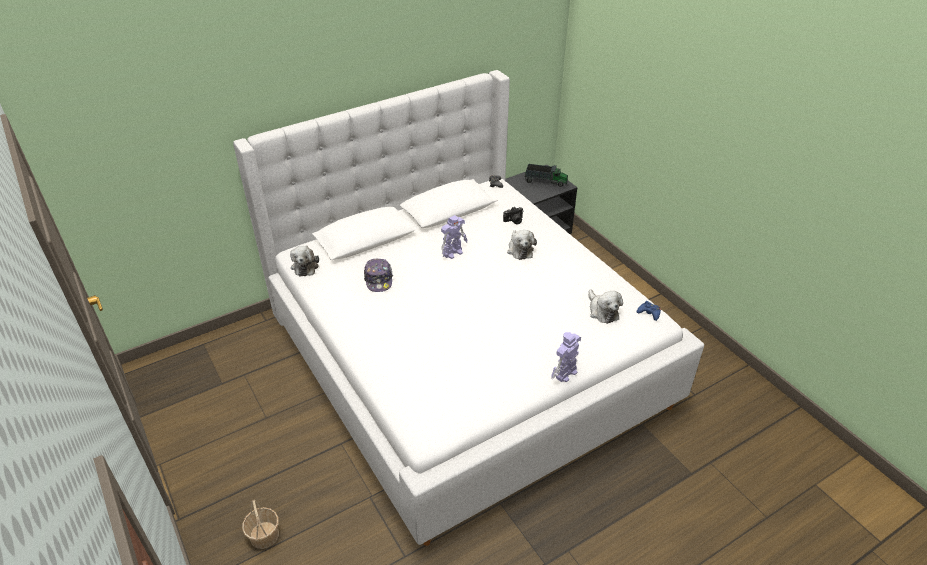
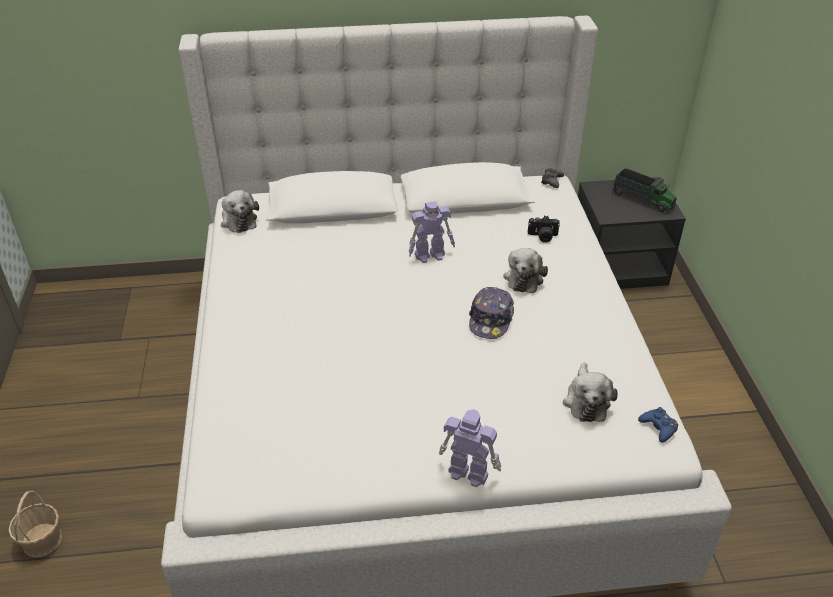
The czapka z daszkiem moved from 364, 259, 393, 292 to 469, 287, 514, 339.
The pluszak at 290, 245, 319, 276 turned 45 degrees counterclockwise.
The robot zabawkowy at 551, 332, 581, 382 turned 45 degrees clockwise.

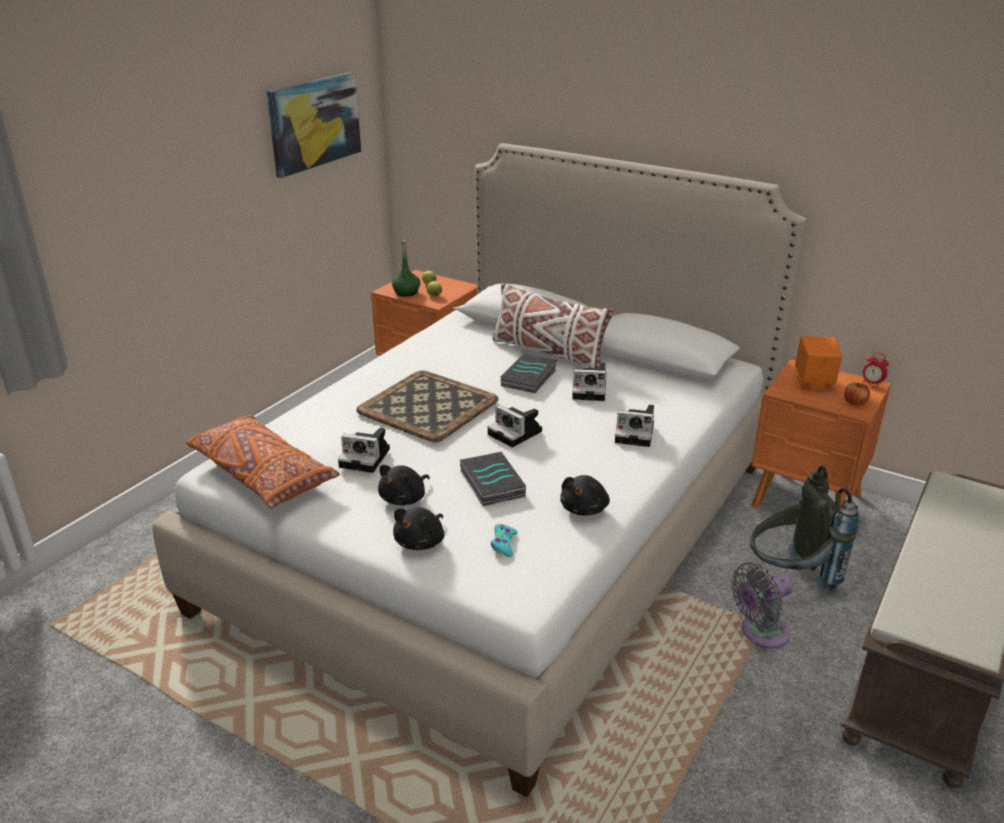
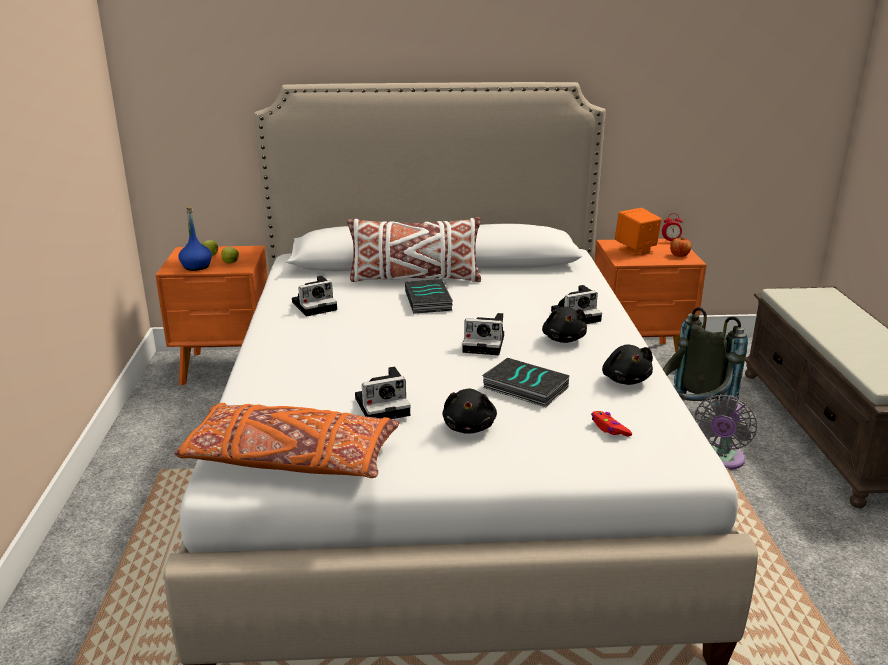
The obraz at 266, 72, 361, 178 disappeared.
The taca at 356, 370, 498, 442 disappeared.
The pluszak [czarny] moved from 393, 507, 444, 550 to 542, 307, 587, 343.
The aparat fotograficzny moved from 572, 363, 606, 401 to 292, 276, 337, 317.
The butelka [zielony] at 392, 240, 420, 297 became the butelka [niebieski] at 179, 207, 212, 271.
The pad do gier [turkusowy] at 491, 524, 518, 557 became the pad do gier [czerwony] at 591, 411, 632, 437.

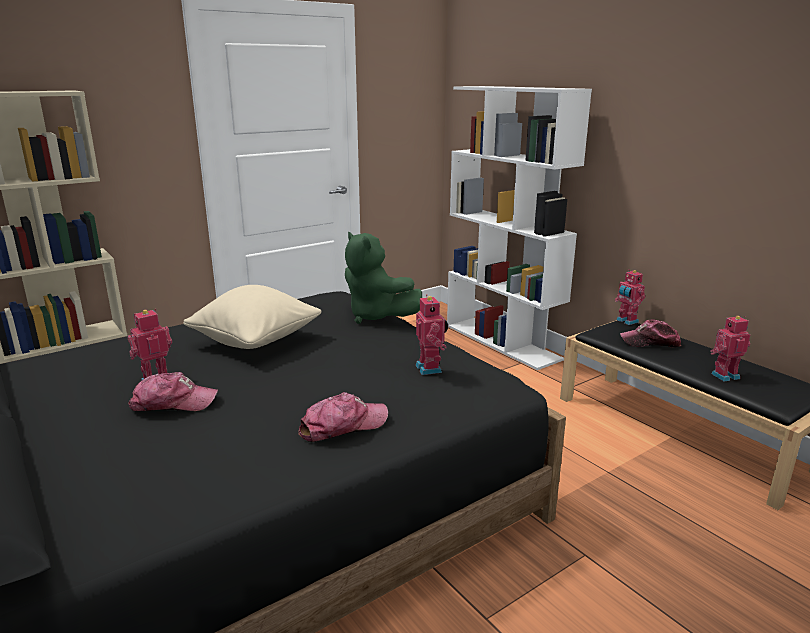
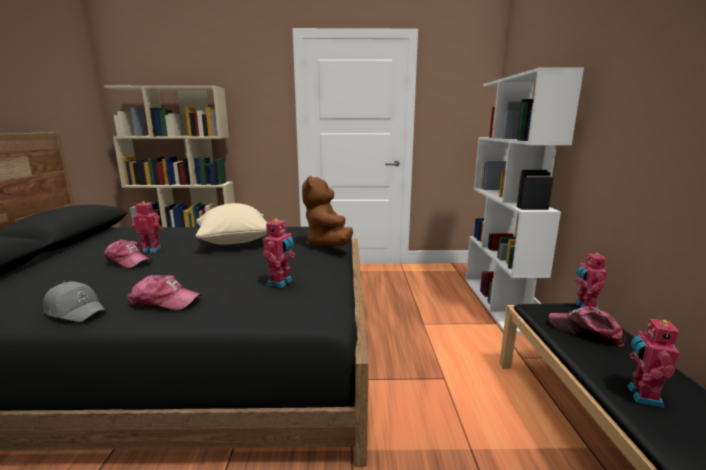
The czapka z daszkiem [szary] at 43, 281, 106, 322 appeared.
The pluszak [zielony] at 345, 232, 422, 324 became the pluszak [brązowy] at 302, 176, 353, 247.
The robot zabawkowy at 710, 316, 750, 382 turned 90 degrees counterclockwise.

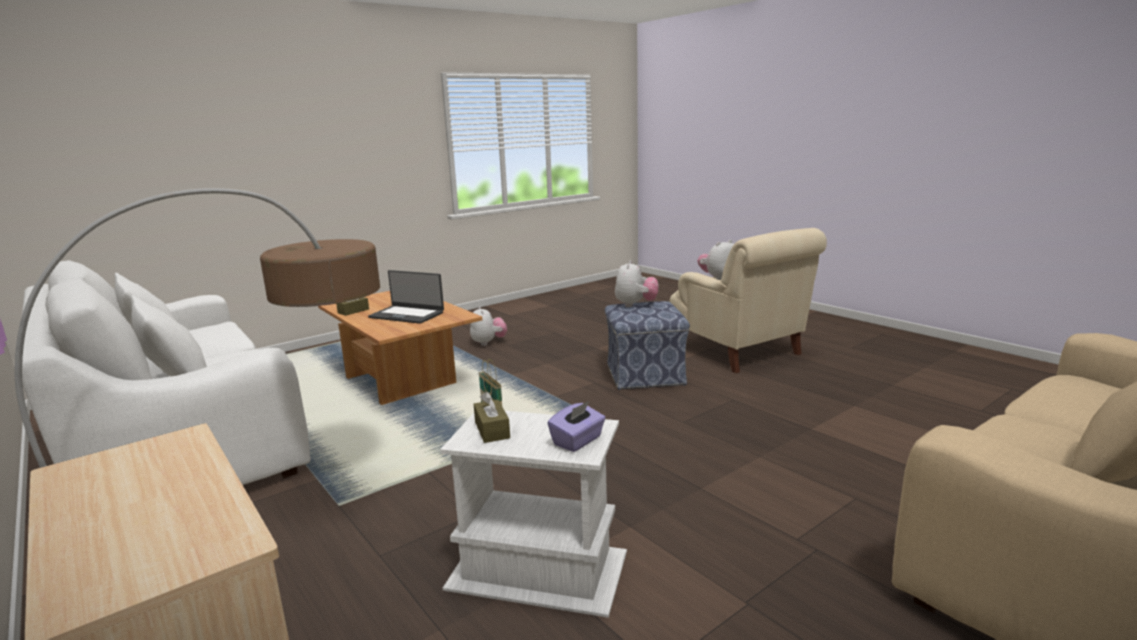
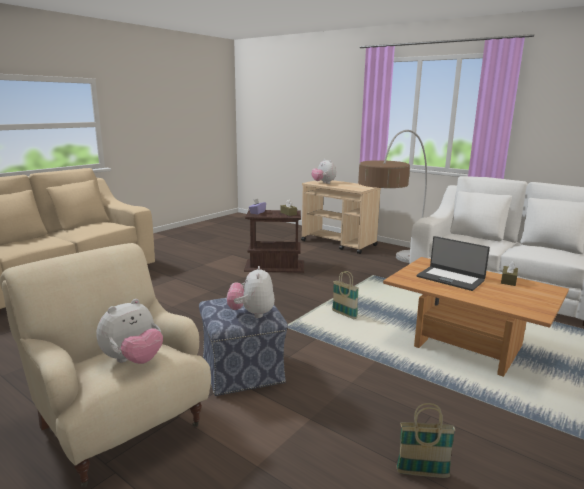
The koszyk at 396, 403, 456, 478 appeared.
The pluszak moved from 470, 306, 507, 346 to 311, 159, 336, 184.
The stolik [biały] at 440, 411, 627, 618 became the stolik [brązowy] at 244, 210, 304, 273.
The laptop at 368, 270, 444, 324 turned 150 degrees counterclockwise.

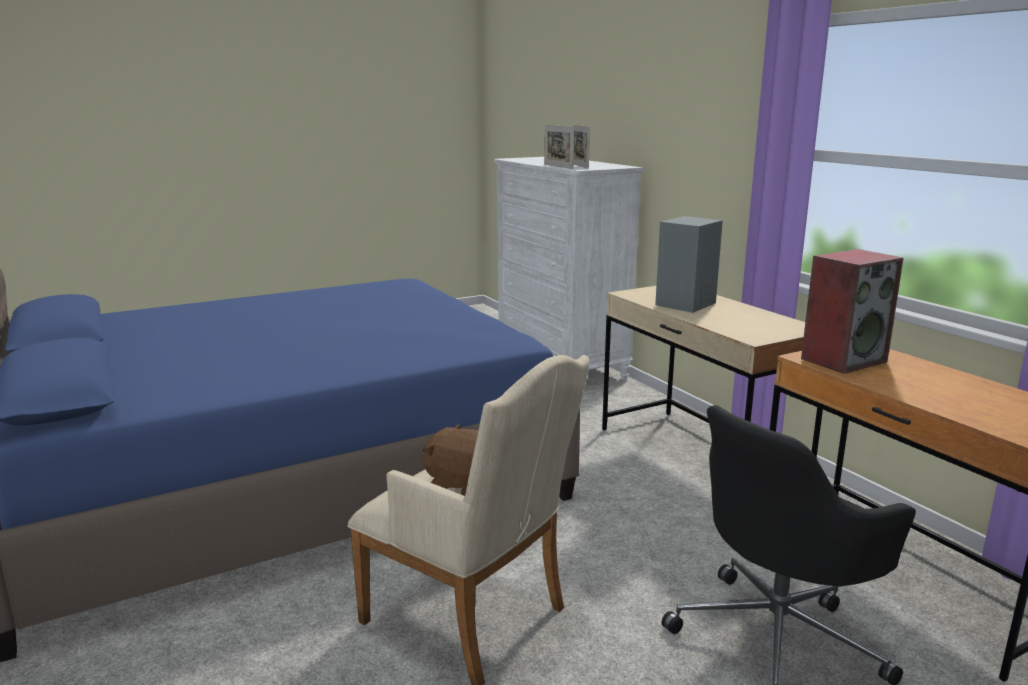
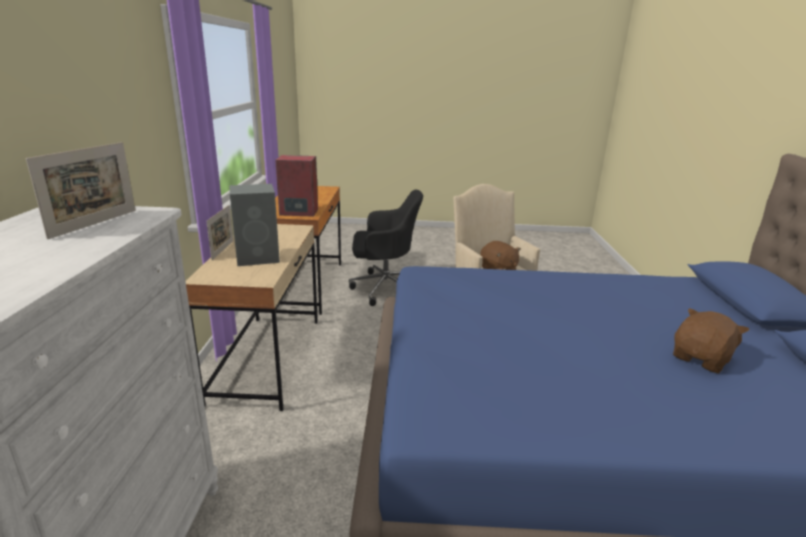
The pluszak [brązowy] at 673, 308, 749, 374 appeared.
The ramka na zdjęcie moved from 544, 125, 574, 169 to 206, 205, 233, 260.

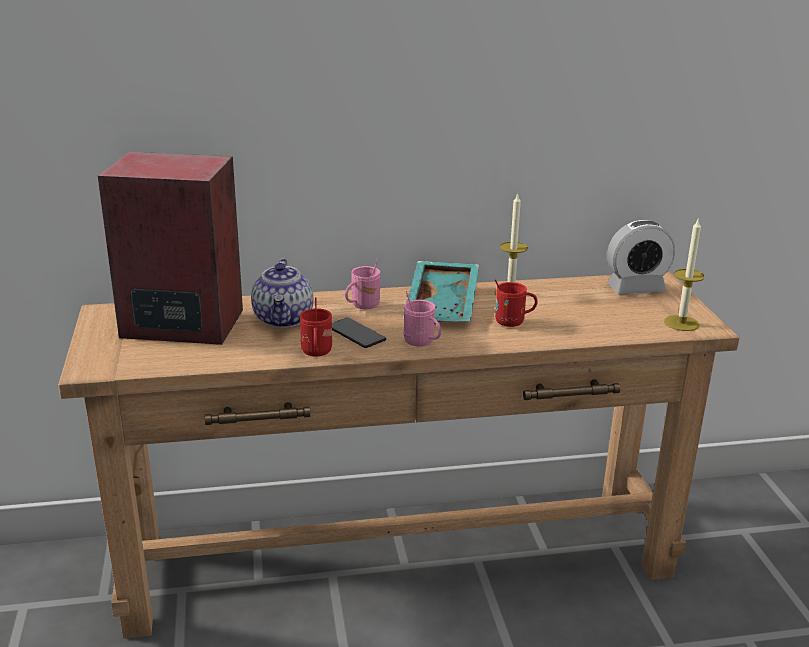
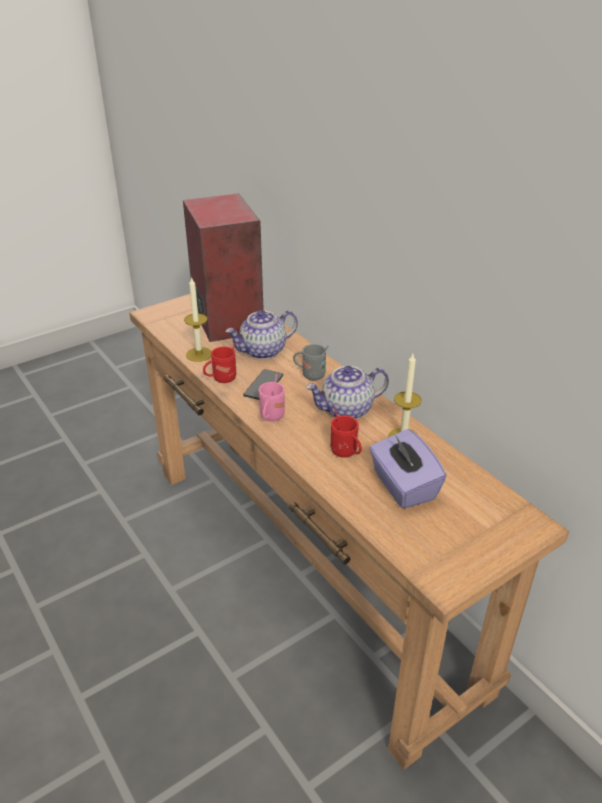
The budzik at 607, 220, 675, 294 disappeared.
The pudełko chusteczek [fioletowy] at 369, 429, 447, 509 appeared.
The świeca moved from 664, 218, 705, 331 to 184, 276, 212, 362.
The taca [turkusowy] at 403, 261, 479, 324 was replaced by the imbryk at 306, 366, 389, 419.
The kubek [różowy] at 345, 258, 380, 309 became the kubek [szary] at 293, 344, 328, 380.

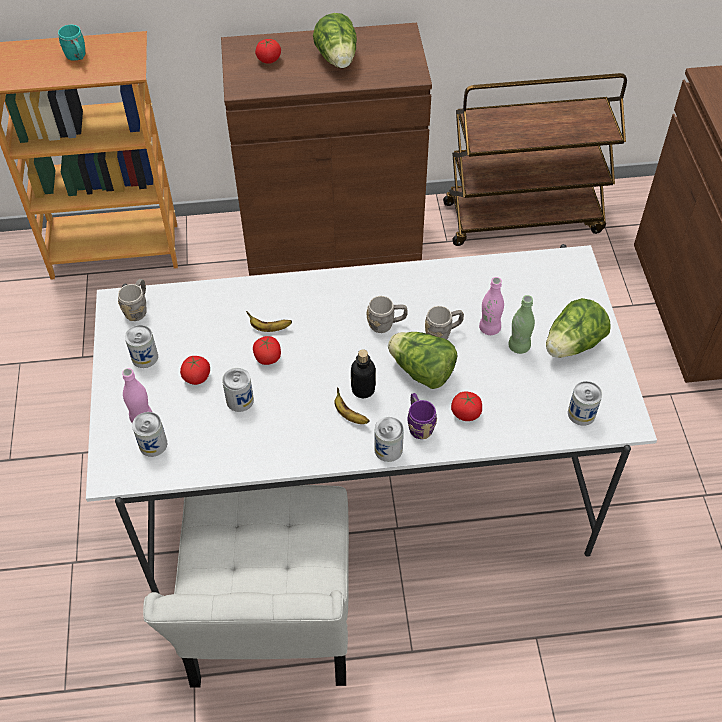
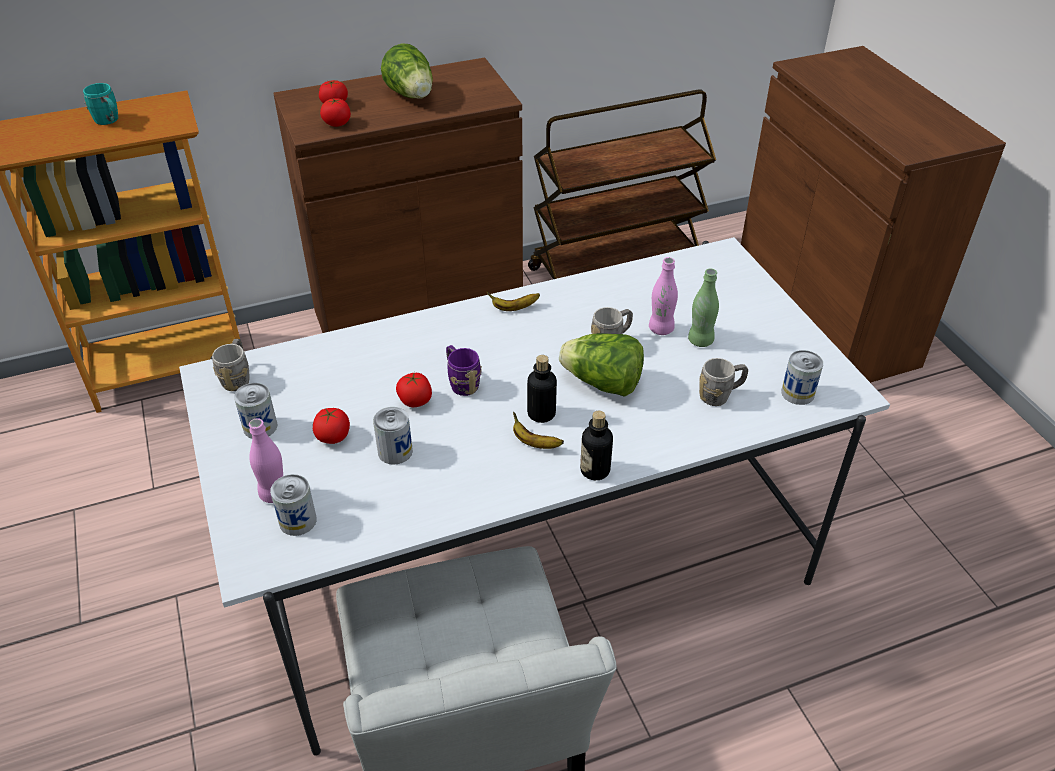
The sałata at 546, 298, 611, 358 disappeared.
The banan moved from 246, 311, 292, 332 to 487, 292, 540, 311.
The kubek [szary] moved from 367, 296, 408, 333 to 699, 358, 748, 406.
The kubek [fioletowy] moved from 408, 393, 437, 439 to 446, 345, 482, 396.
The pomidor moved from 451, 392, 482, 421 to 320, 98, 351, 127.
The puszka at 374, 417, 404, 462 was replaced by the butelka at 580, 411, 613, 480.

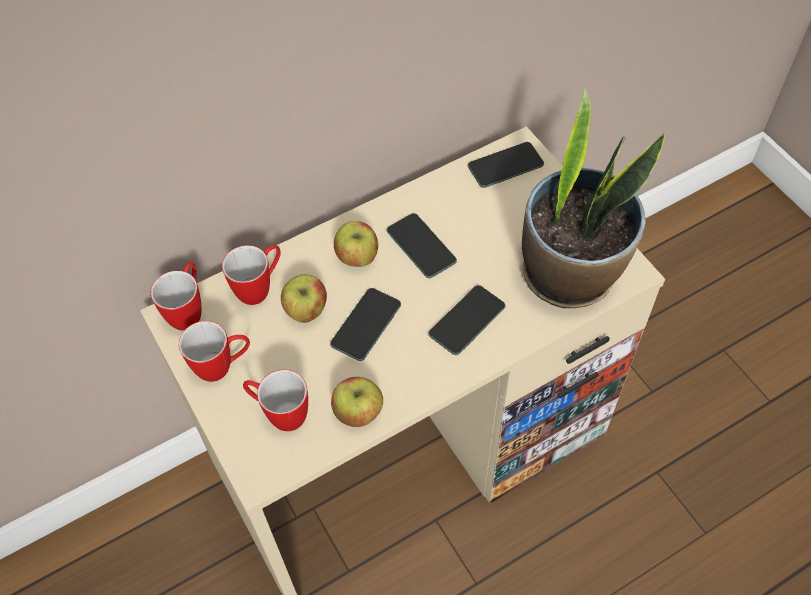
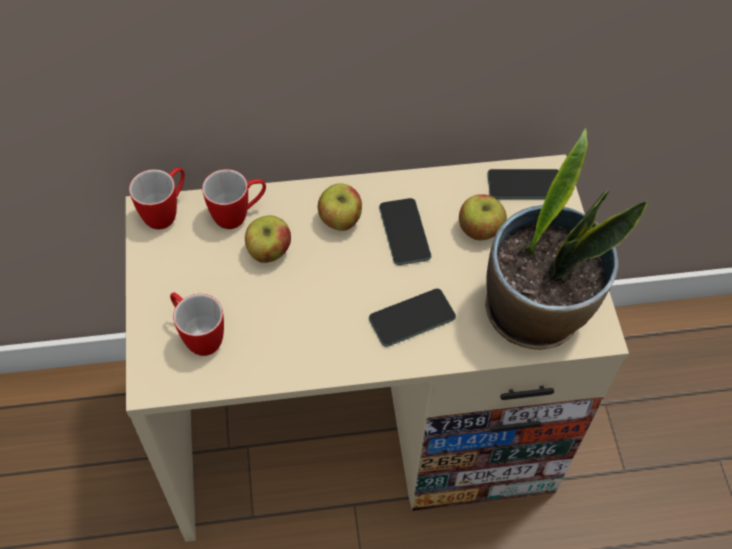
The kubek at 179, 321, 250, 382 disappeared.
The telefon at 330, 288, 401, 361 disappeared.
The jabłko moved from 331, 377, 383, 427 to 459, 194, 507, 240.

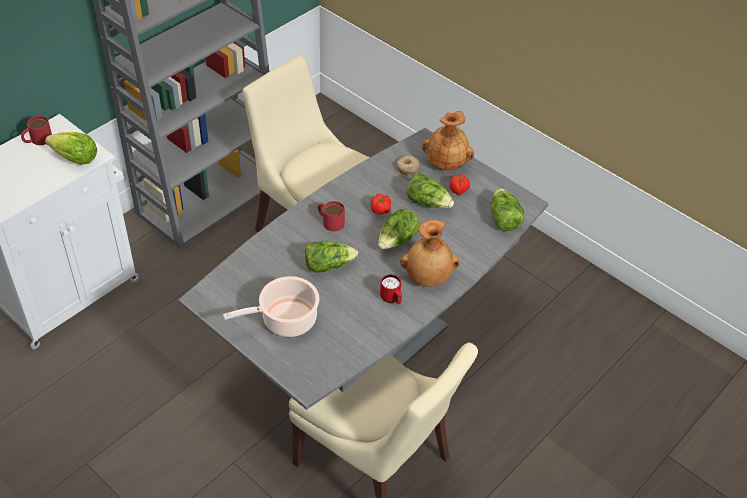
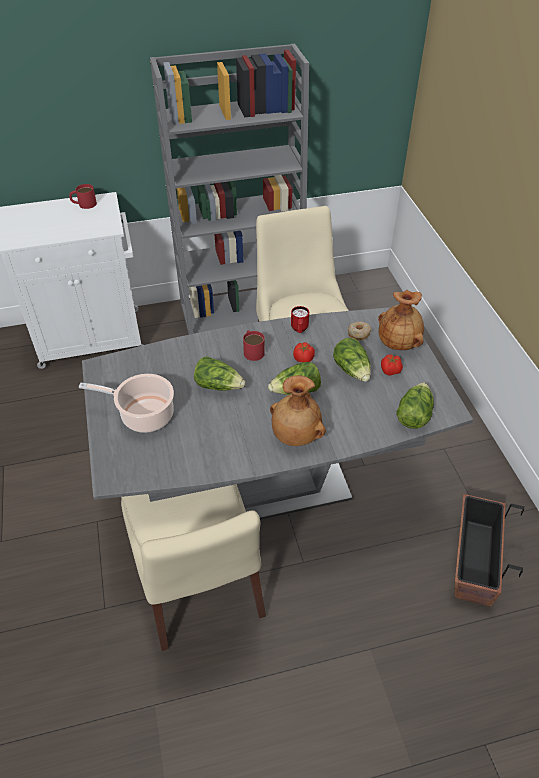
The sałata at 45, 132, 97, 165 disappeared.
The donica at 455, 494, 524, 607 appeared.
The kubek [czerwony] moved from 380, 274, 402, 304 to 291, 306, 309, 333.

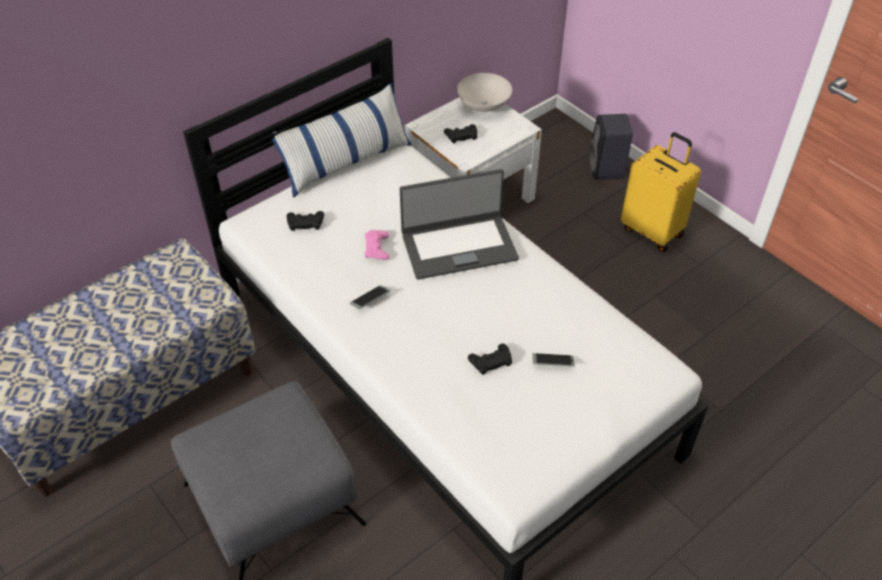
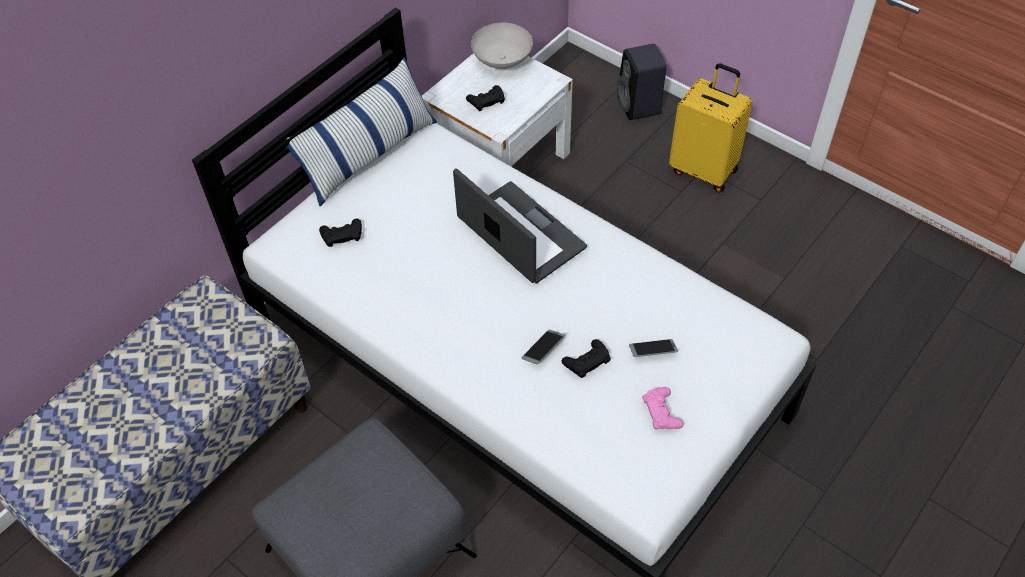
The telefon moved from 349, 285, 391, 309 to 522, 330, 565, 365.
The pad do gier [różowy] moved from 365, 230, 390, 260 to 642, 387, 684, 429.
The laptop at 400, 169, 519, 280 turned 105 degrees counterclockwise.

